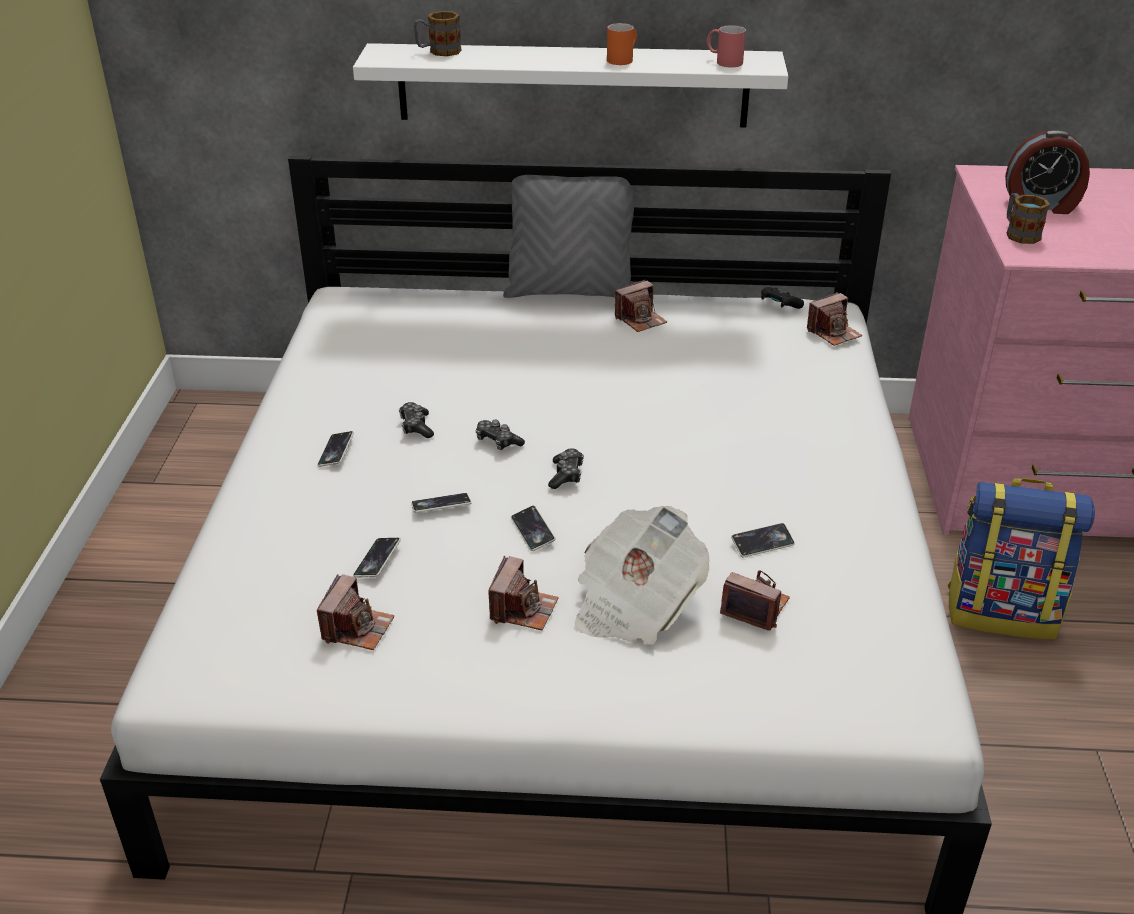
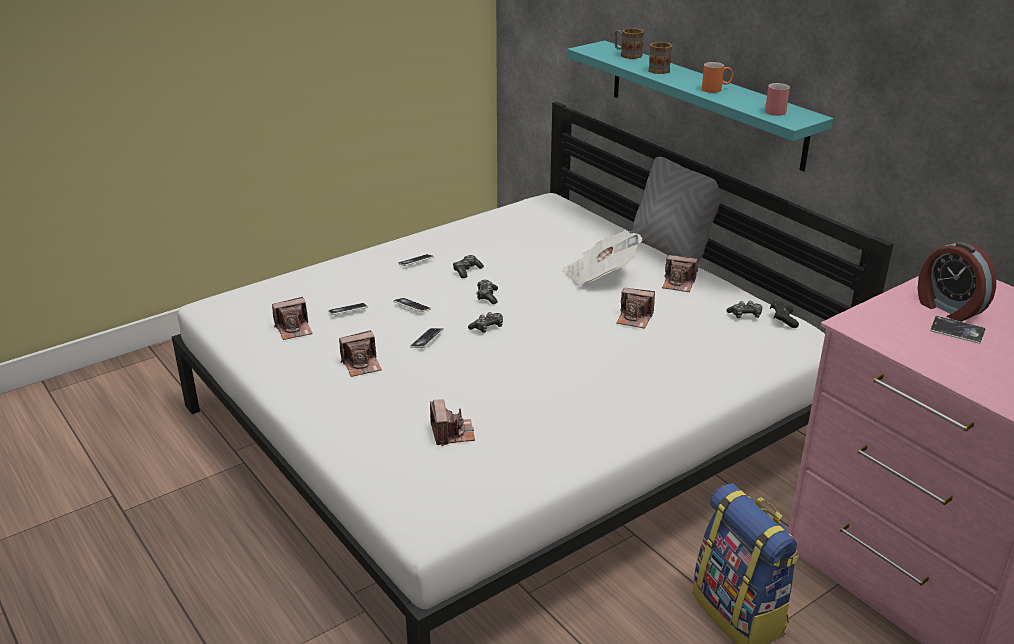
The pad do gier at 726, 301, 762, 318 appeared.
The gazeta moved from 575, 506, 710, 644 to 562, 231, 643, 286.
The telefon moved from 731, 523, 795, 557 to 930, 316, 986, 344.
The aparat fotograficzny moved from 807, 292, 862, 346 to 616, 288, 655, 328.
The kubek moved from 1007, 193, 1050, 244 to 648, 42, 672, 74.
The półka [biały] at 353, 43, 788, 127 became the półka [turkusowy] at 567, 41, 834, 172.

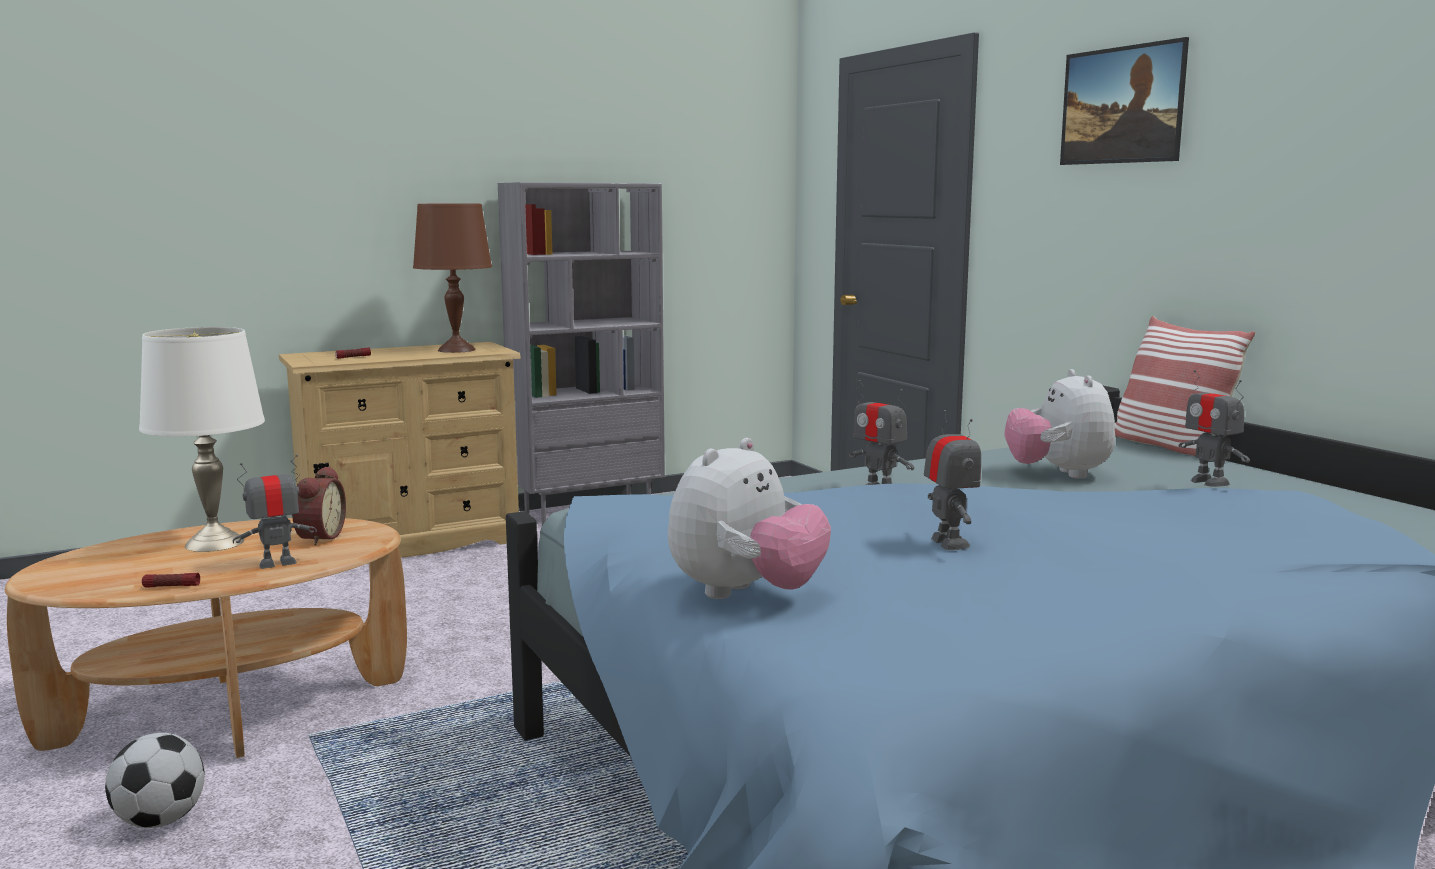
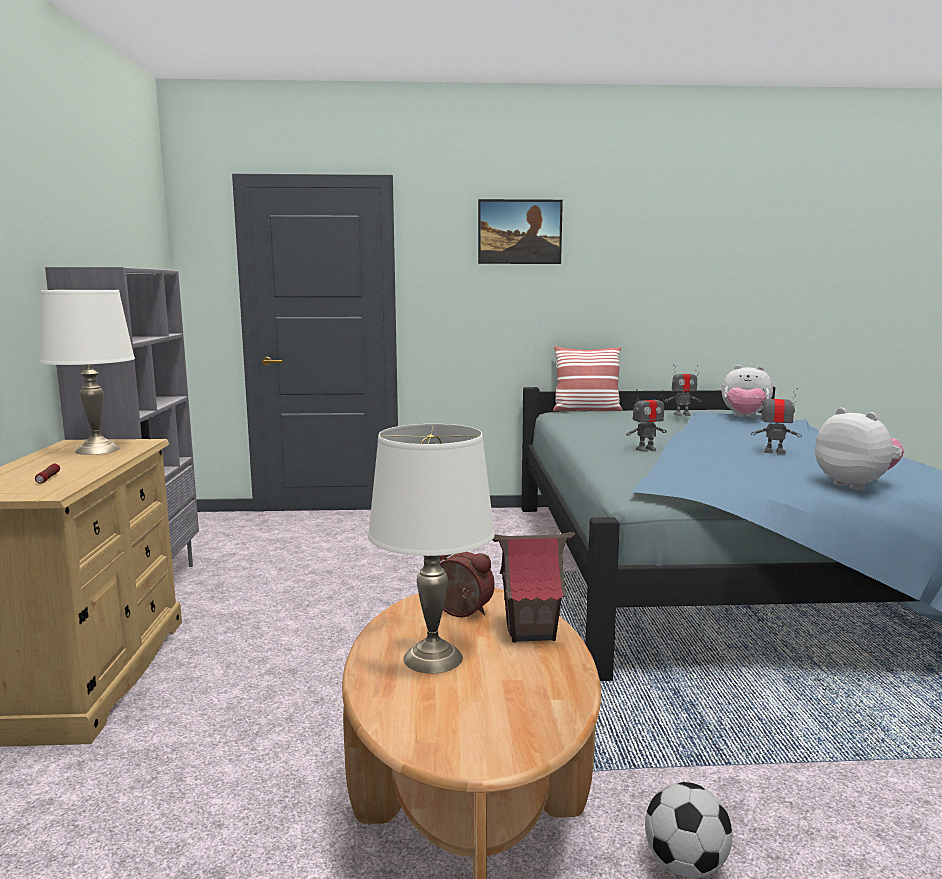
The latarka at 142, 573, 200, 588 disappeared.
The pluszak moved from 1004, 369, 1115, 479 to 722, 365, 773, 417.
The robot zabawkowy at 232, 454, 317, 569 was replaced by the domek at 493, 532, 575, 643.
The lampa stołowa [brązowy] at 413, 204, 492, 353 became the lampa stołowa [biały] at 39, 290, 135, 455.

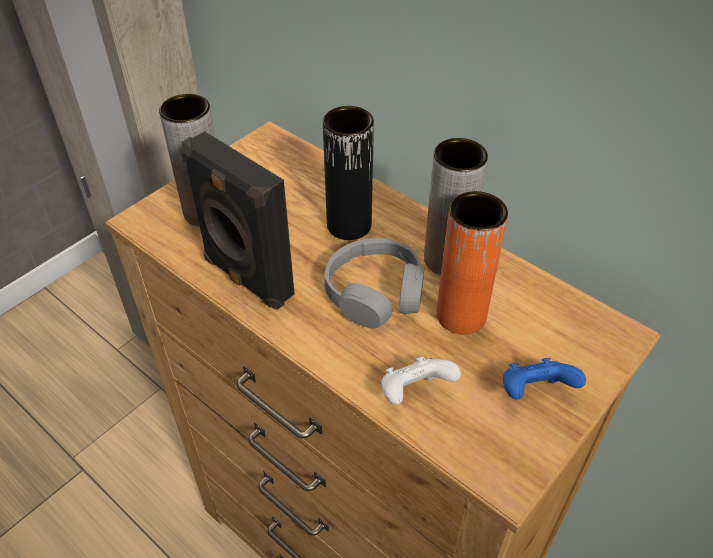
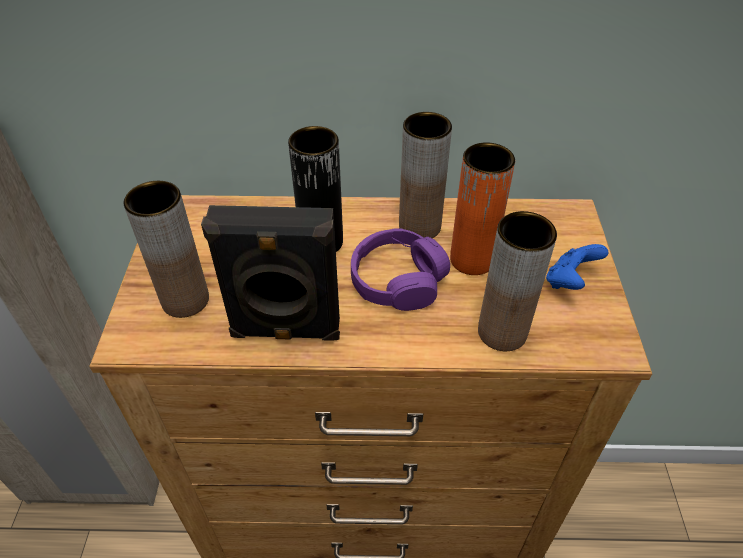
The pad do gier [biały] at 381, 356, 461, 405 was replaced by the wazon [brązowy] at 478, 211, 557, 351.
The słuchawki [szary] at 324, 238, 424, 328 became the słuchawki [fioletowy] at 351, 228, 450, 311.

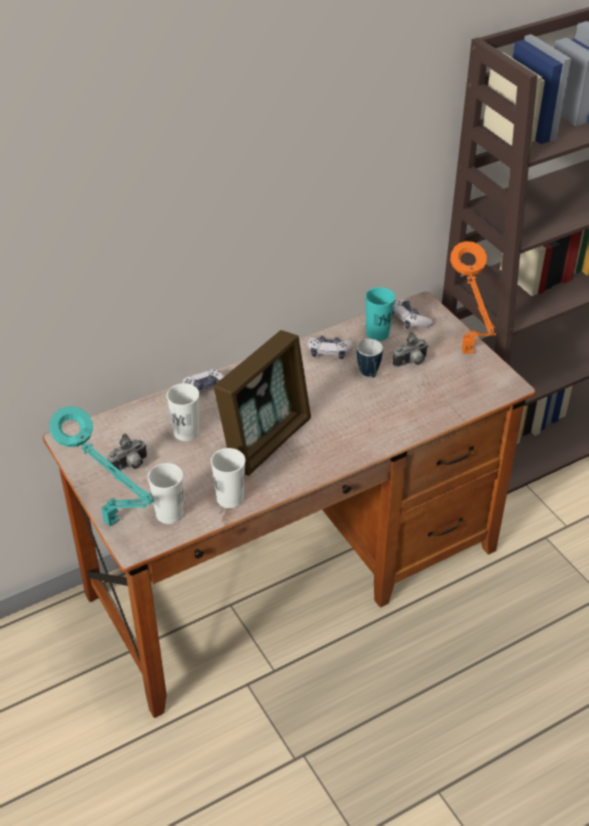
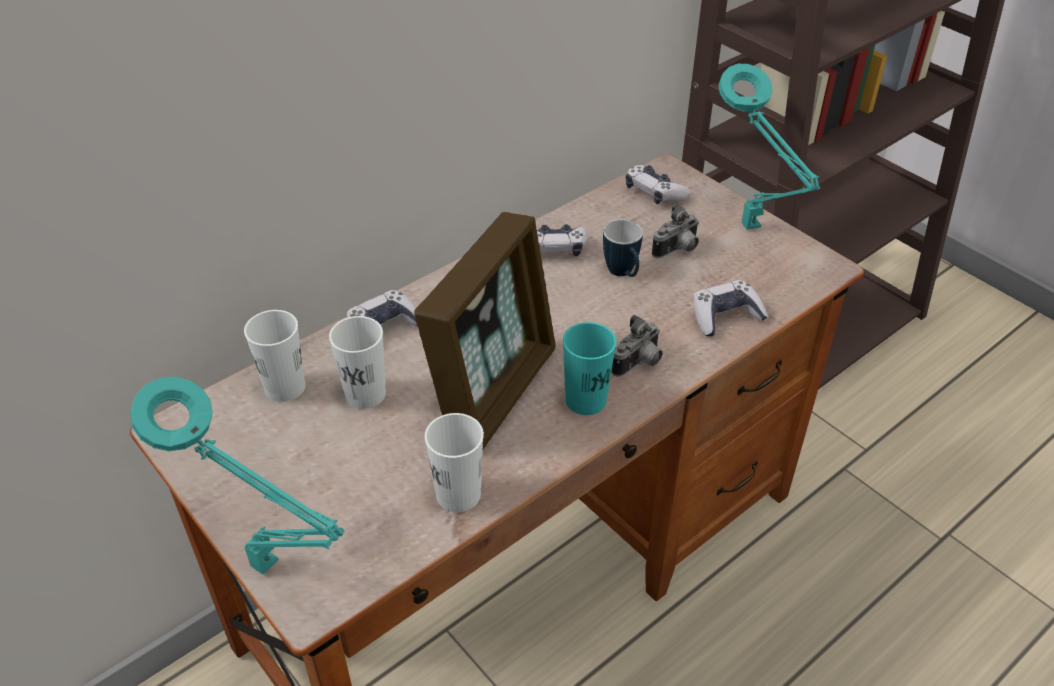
The pad do gier at 693, 280, 768, 337 appeared.
The aparat fotograficzny moved from 107, 434, 147, 473 to 611, 315, 663, 377.
The filiżanka [biały] moved from 148, 463, 183, 524 to 244, 310, 306, 402.
The filiżanka [turkusowy] moved from 365, 287, 395, 341 to 563, 322, 617, 415.
The lampa stołowa [pomarańczowy] at 450, 241, 496, 354 became the lampa stołowa [turkusowy] at 719, 64, 820, 230.

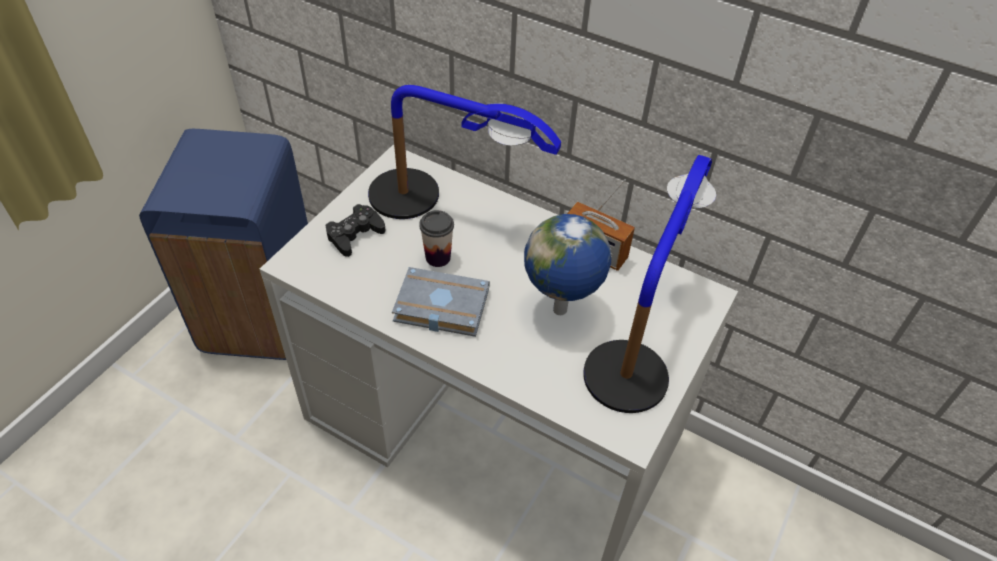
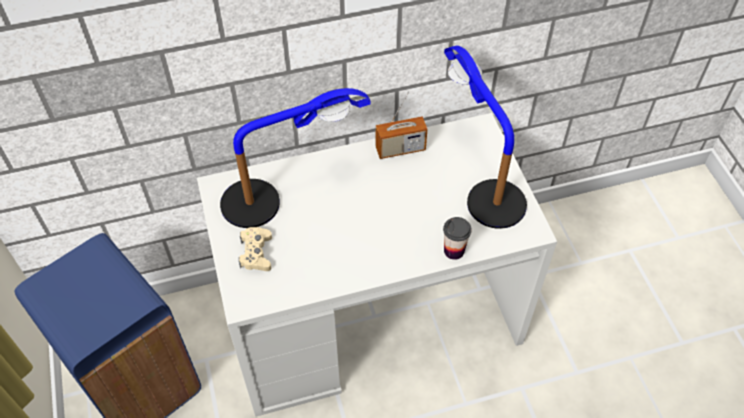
The książka [szary] at 392, 267, 490, 337 disappeared.
The globus at 524, 214, 611, 315 disappeared.
The filiżanka moved from 419, 210, 454, 267 to 443, 217, 471, 260.
The pad do gier [czarny] at 326, 204, 385, 257 became the pad do gier [beżowy] at 239, 227, 272, 271.

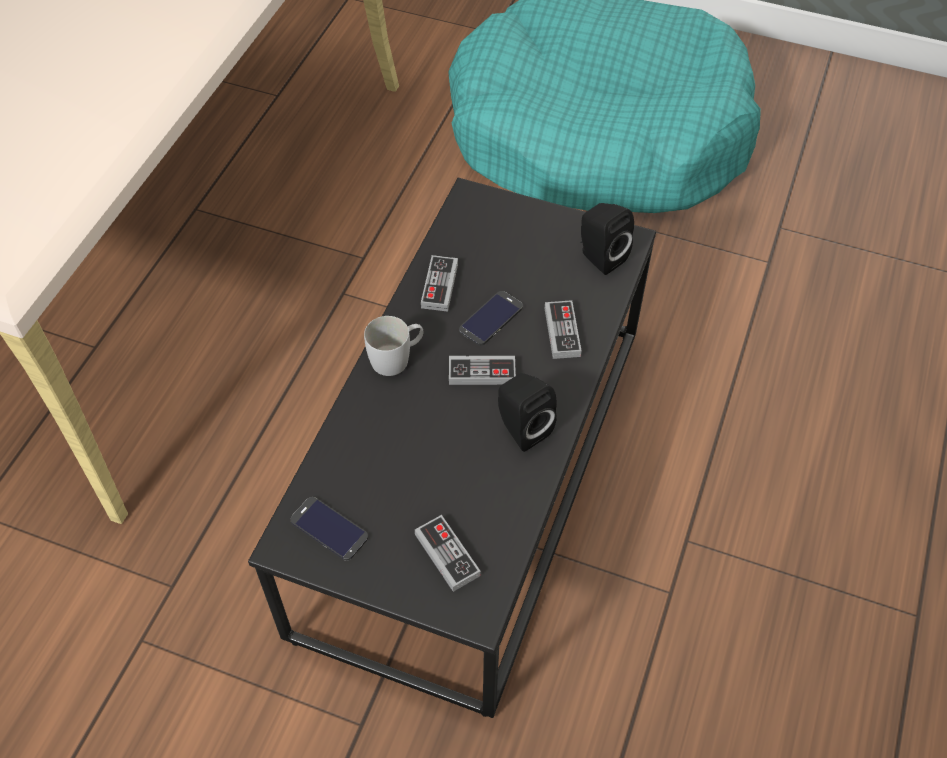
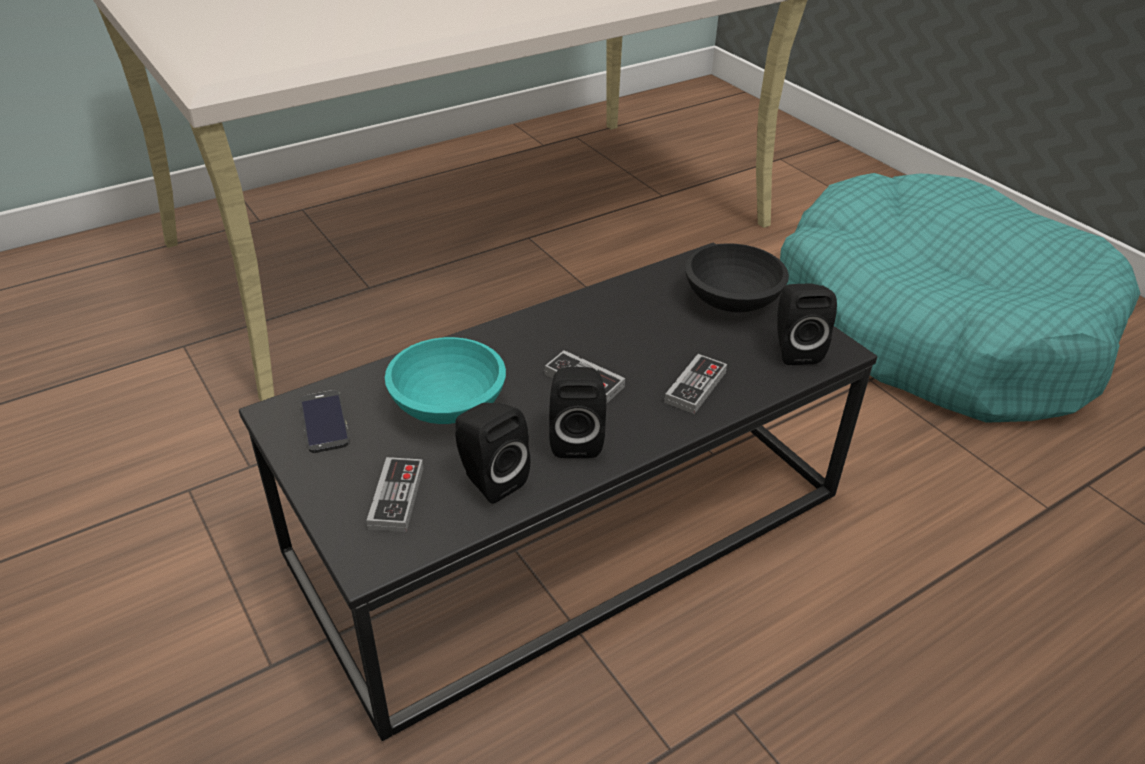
The kubek [biały] at 364, 316, 424, 376 disappeared.
The pad do gier at 421, 255, 458, 312 disappeared.
The telefon at 459, 291, 523, 346 disappeared.
The miska [turkusowy] at 385, 337, 506, 424 appeared.
The głośnik [czarny] at 455, 403, 531, 504 appeared.
The miska [czarny] at 685, 243, 789, 313 appeared.

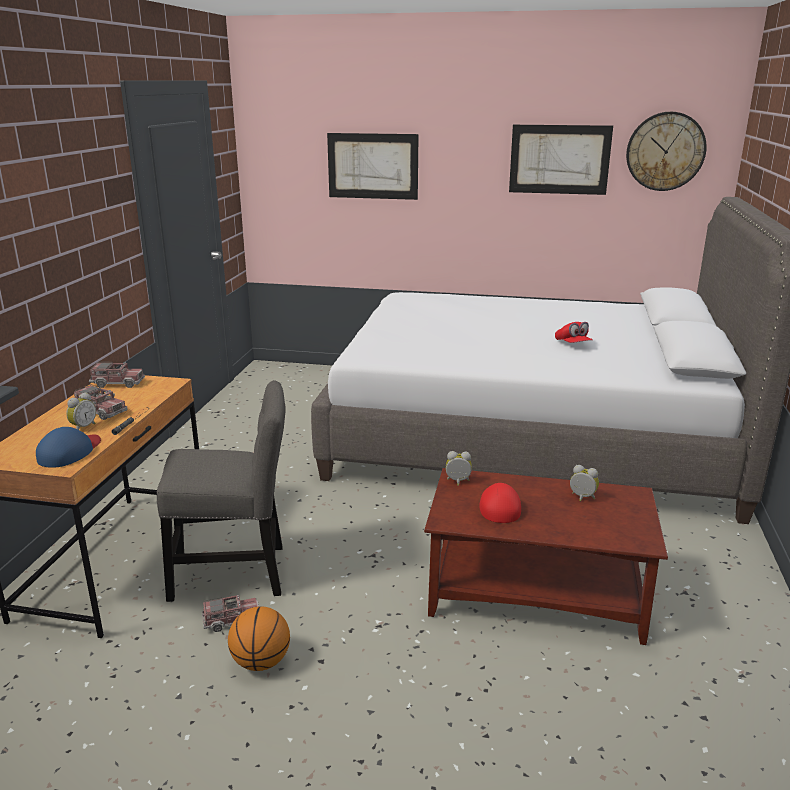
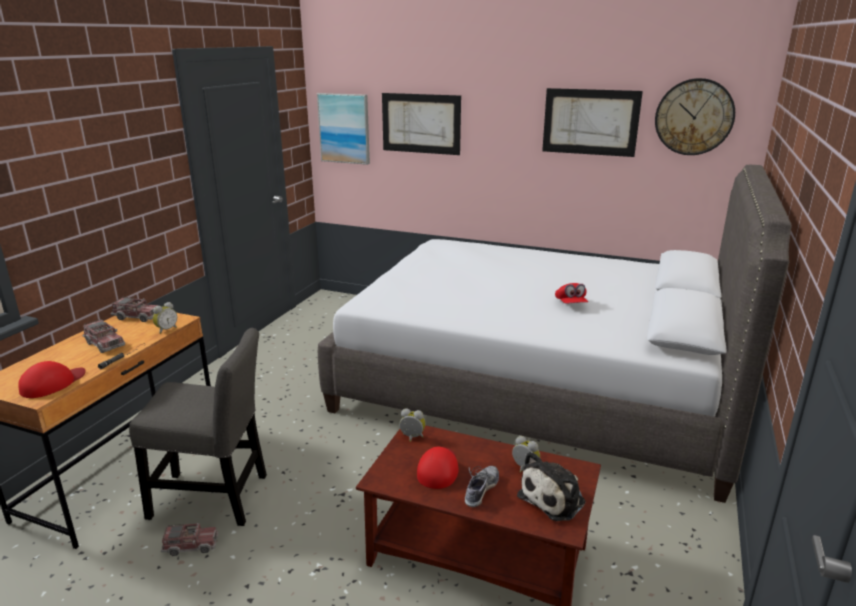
The piłka do koszykówki at 228, 606, 290, 671 disappeared.
The obraz at 317, 93, 370, 165 appeared.
The but at 465, 466, 499, 507 appeared.
The pluszak at 517, 451, 585, 521 appeared.
The budzik moved from 67, 392, 96, 430 to 153, 302, 177, 334.
The czapka z daszkiem [niebieski] at 36, 427, 101, 468 became the czapka z daszkiem [czerwony] at 18, 361, 86, 398.

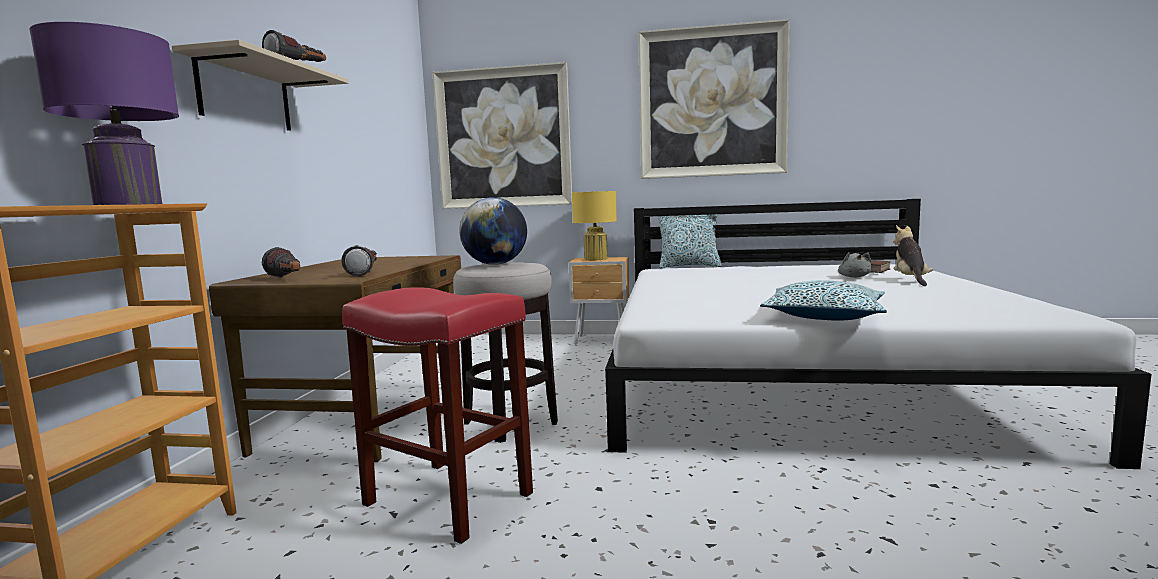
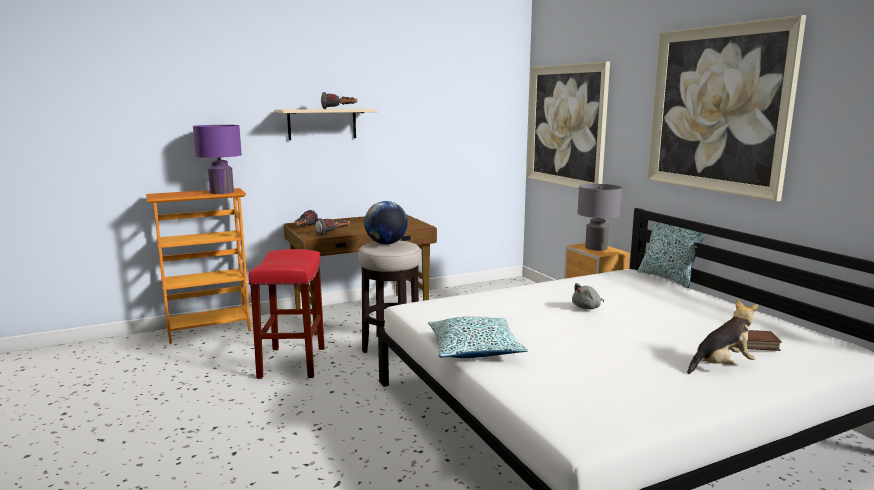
The pluszak [szary] moved from 838, 252, 872, 278 to 572, 283, 604, 309.
The lampa stołowa [żółty] at 572, 191, 617, 260 became the lampa stołowa [szary] at 577, 184, 622, 251.

